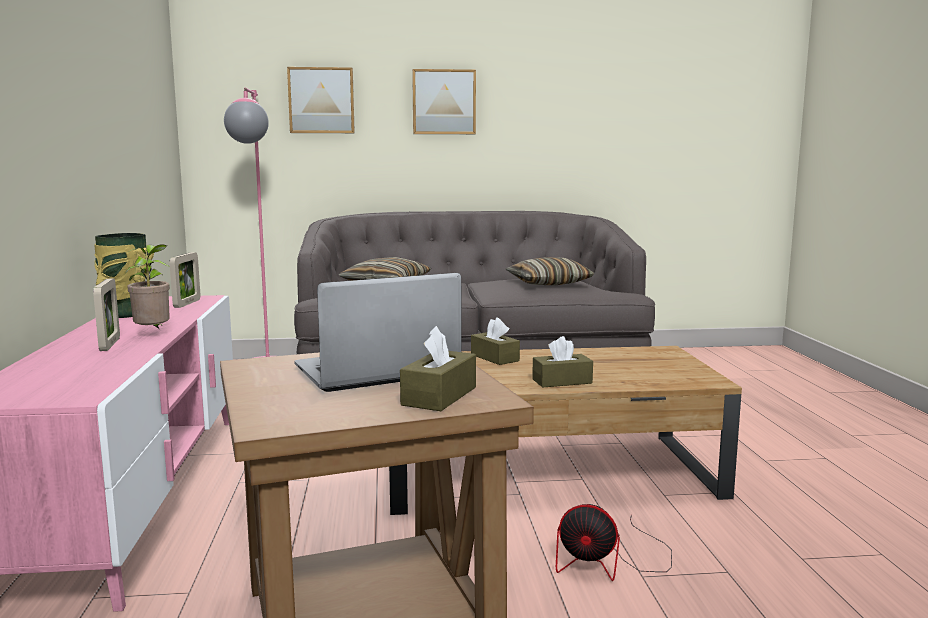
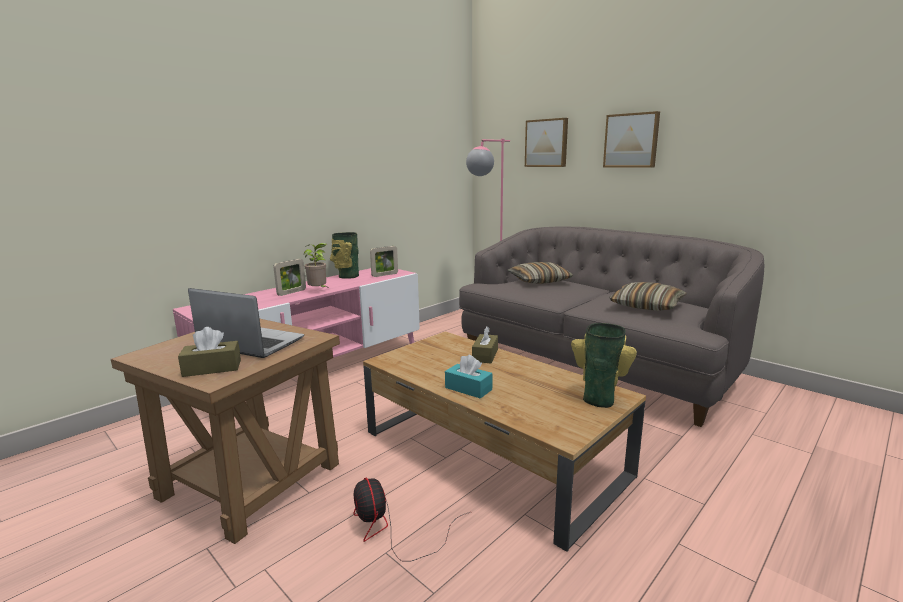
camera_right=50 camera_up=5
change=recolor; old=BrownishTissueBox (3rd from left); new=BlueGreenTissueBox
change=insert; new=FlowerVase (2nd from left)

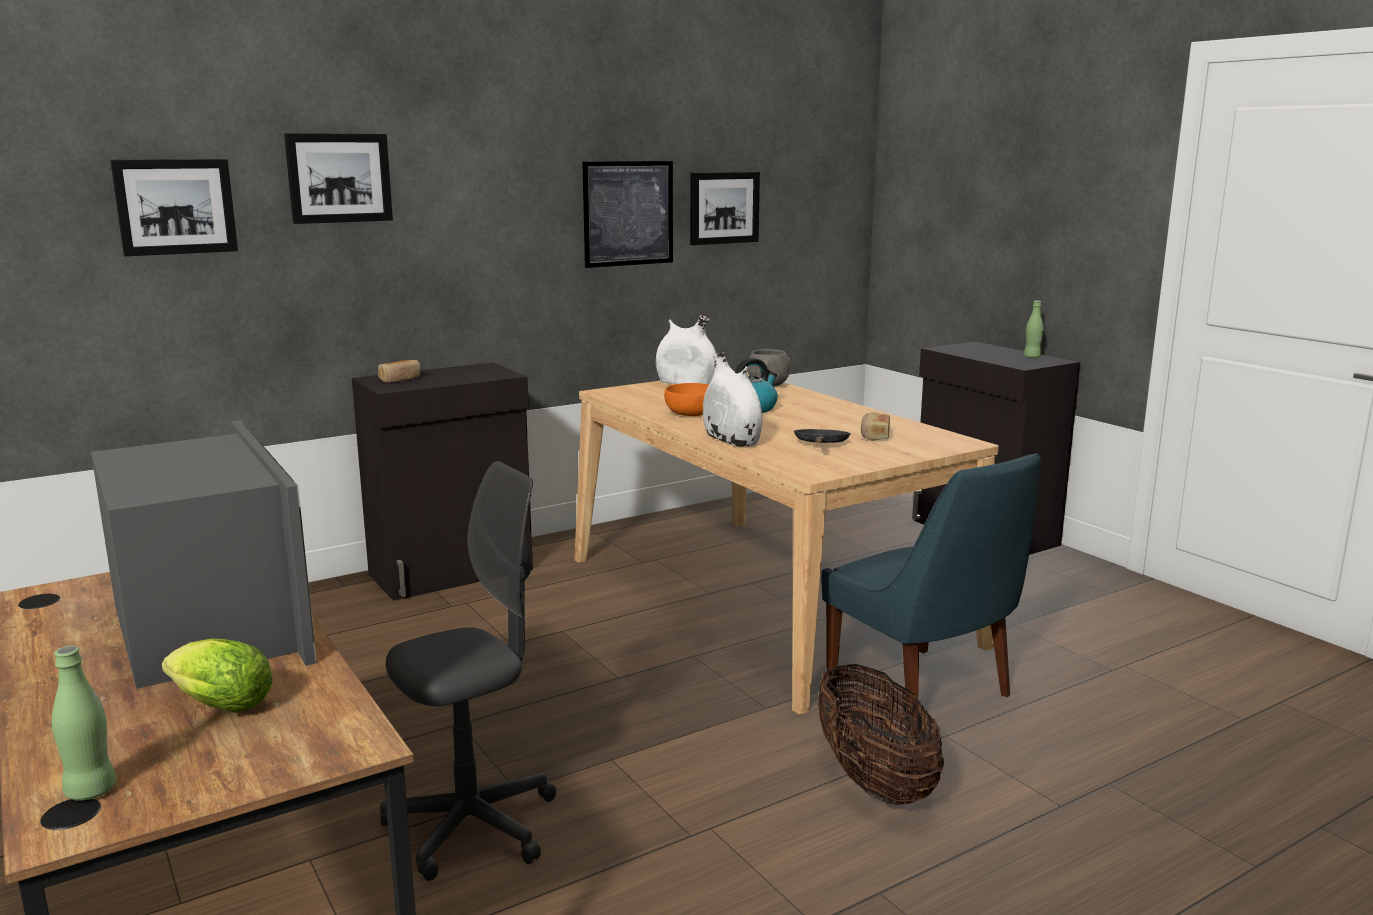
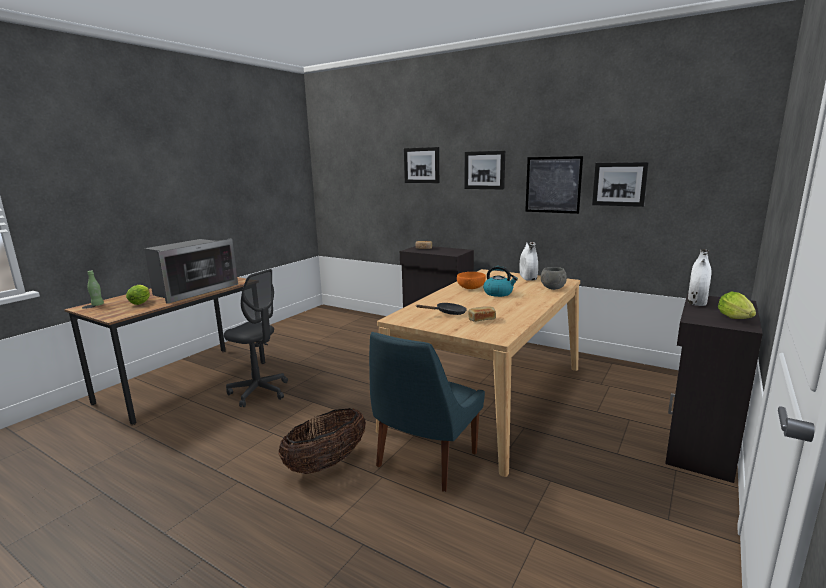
camera_right=65 camera_up=0
change=move; old=WallArt (1st from left in the first image); new=WallArt (2nd from left)
change=move; old=WhiteColouredFlowerVase (2nd from left)
change=replace; old=GreenColouredDrinkBottle (2nd from left); new=HeadOfLettuce (2nd from left)

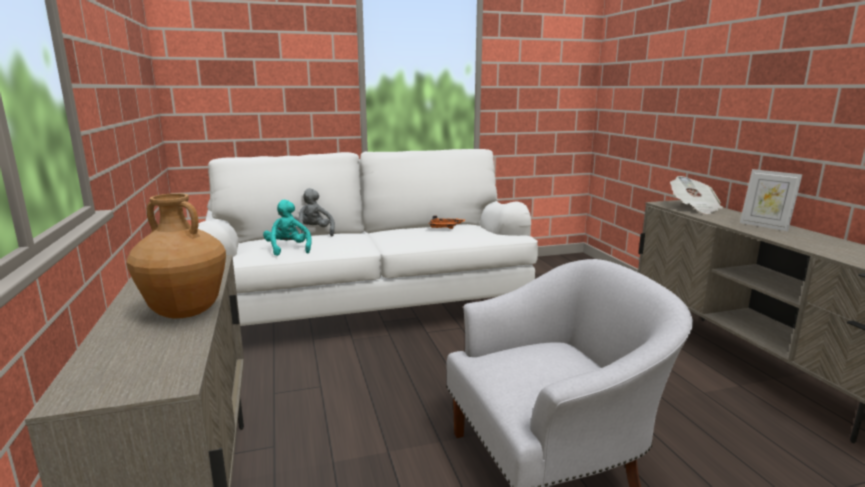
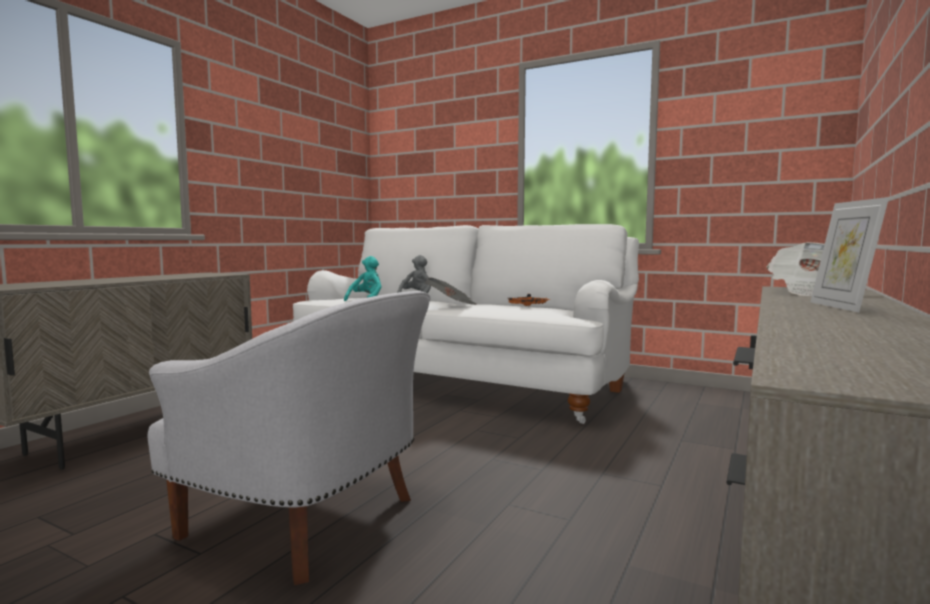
camera_right=45 camera_up=-10
change=delete; old=BrownishFlowerVase
change=insert; new=PrintedPaper (1st from left)

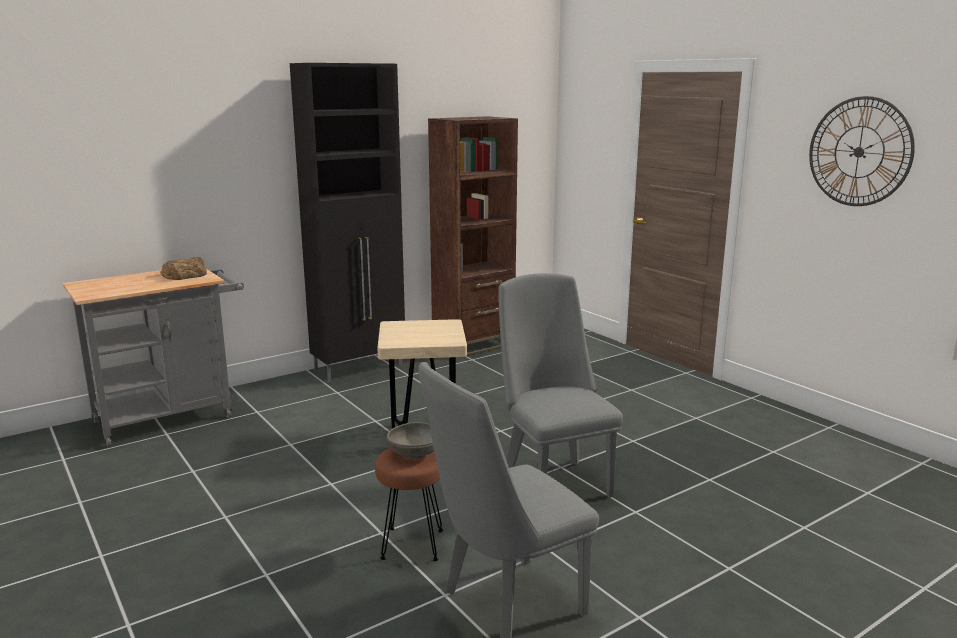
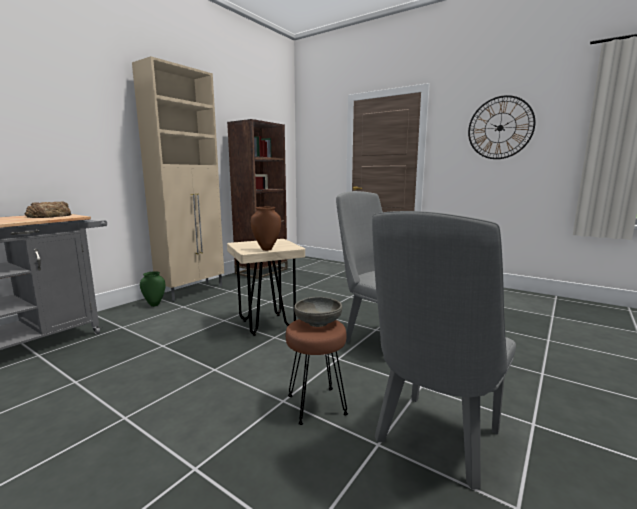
camera_right=-20 camera_up=-5
change=recolor; old=BlackStorageCabinet; new=SandColouredStorageCabinet
change=insert; new=GreenColouredFlowerVase
change=insert; new=BrownishFlowerVase

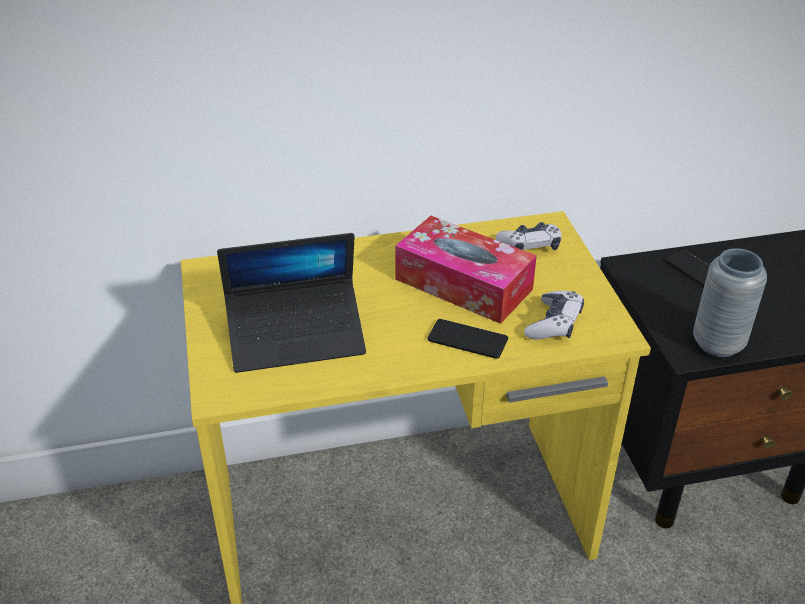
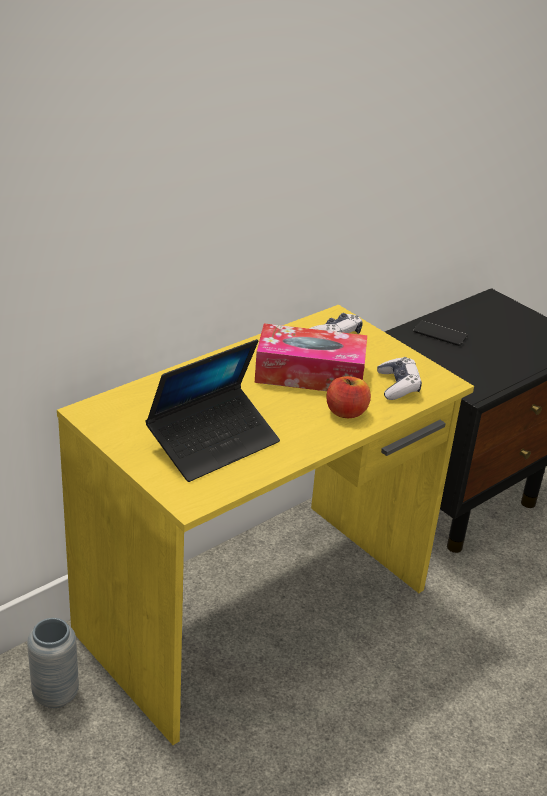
camera_right=-30 camera_up=-5
change=replace; old=Phone (1st from left); new=AppleFruit
change=move; old=GreyishFlowerVase

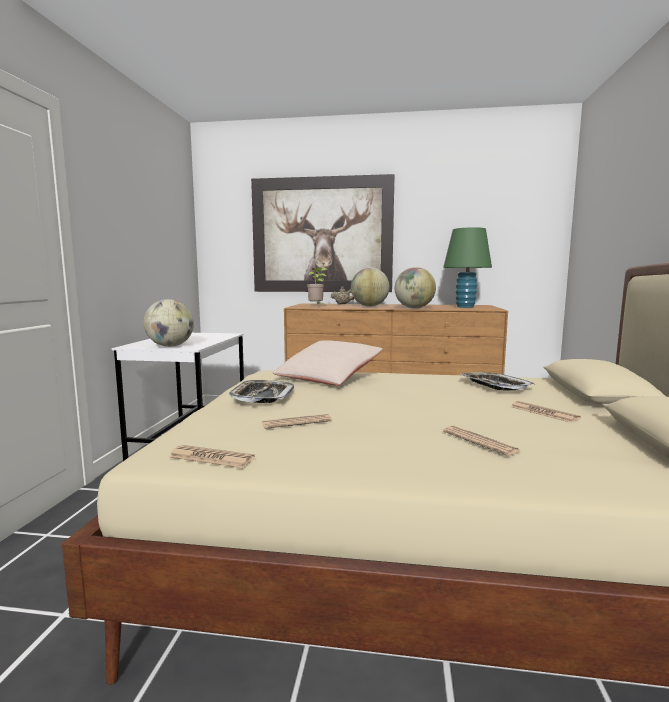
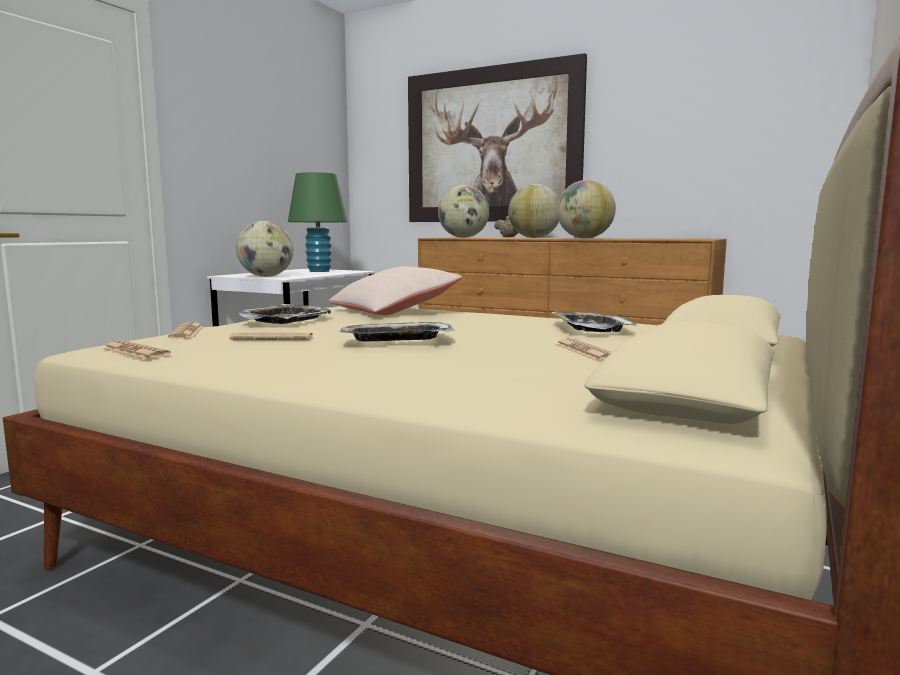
camera_right=20 camera_up=0
change=replace; old=PottedPlant; new=WorldGlobe (2nd from left)
change=move; old=GreenColouredTableLamp
change=move; old=PrintedPaper (3rd from left in the first image); new=PrintedPaper (2nd from left)
change=insert; new=ServingTray (2nd from left)

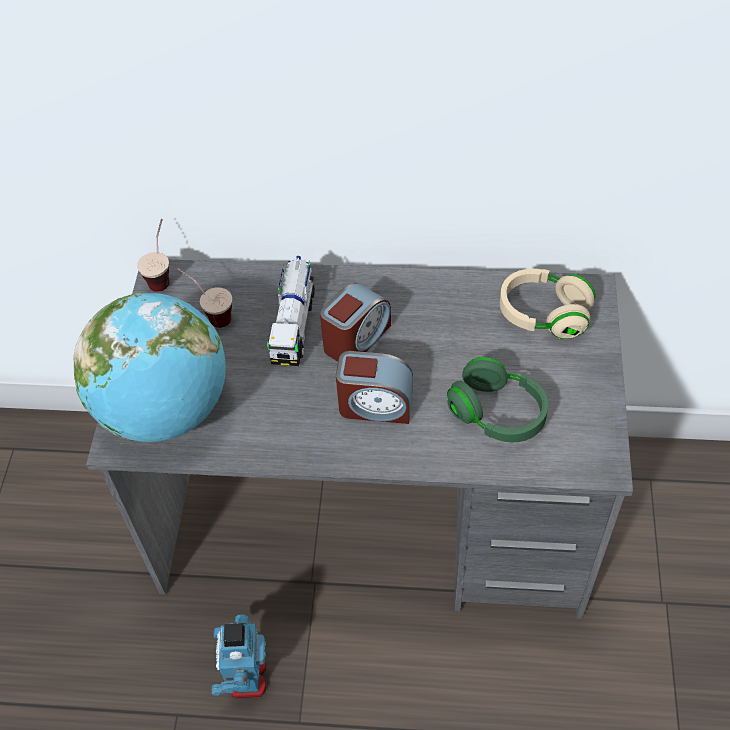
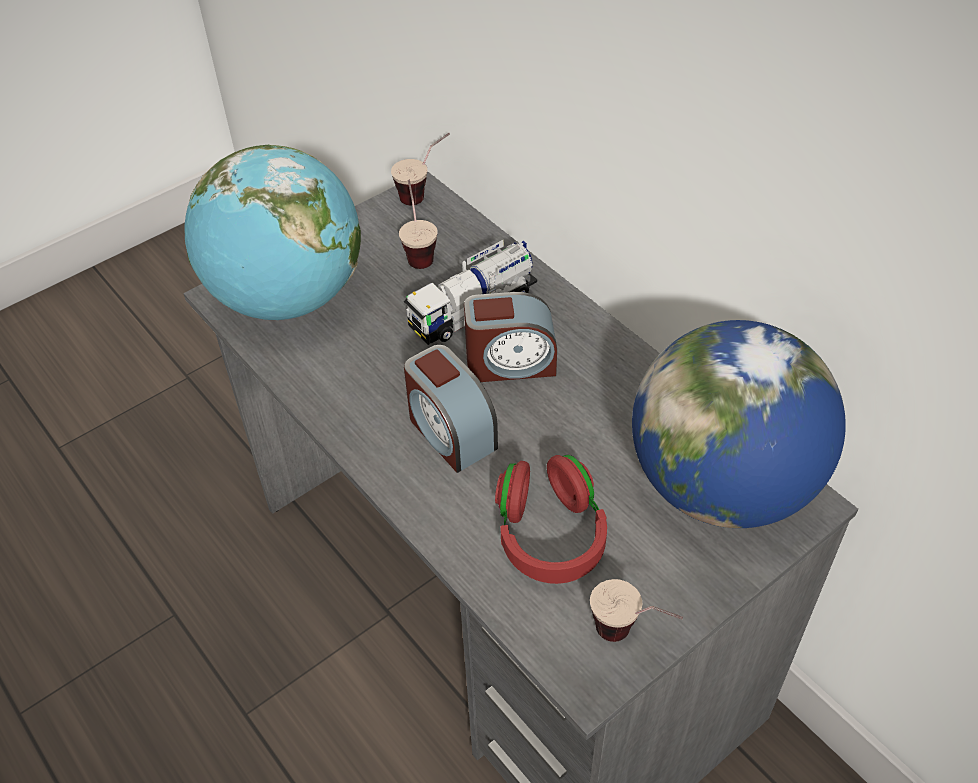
camera_right=45 camera_up=-5
change=delete; old=ModelRobot
change=recolor; old=GreenColouredHeadset; new=RedHeadset
change=replace; old=SandColouredHeadset; new=WorldGlobe (2nd from left)
change=insert; new=Cup (3rd from left)

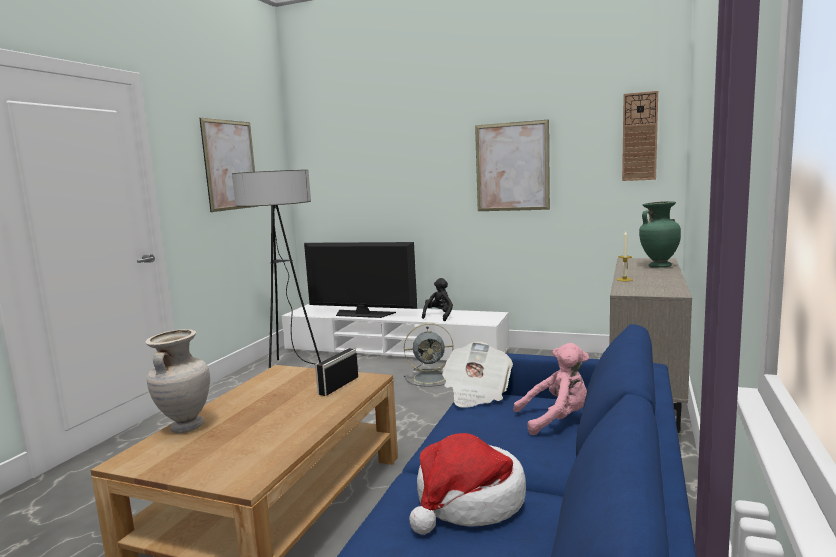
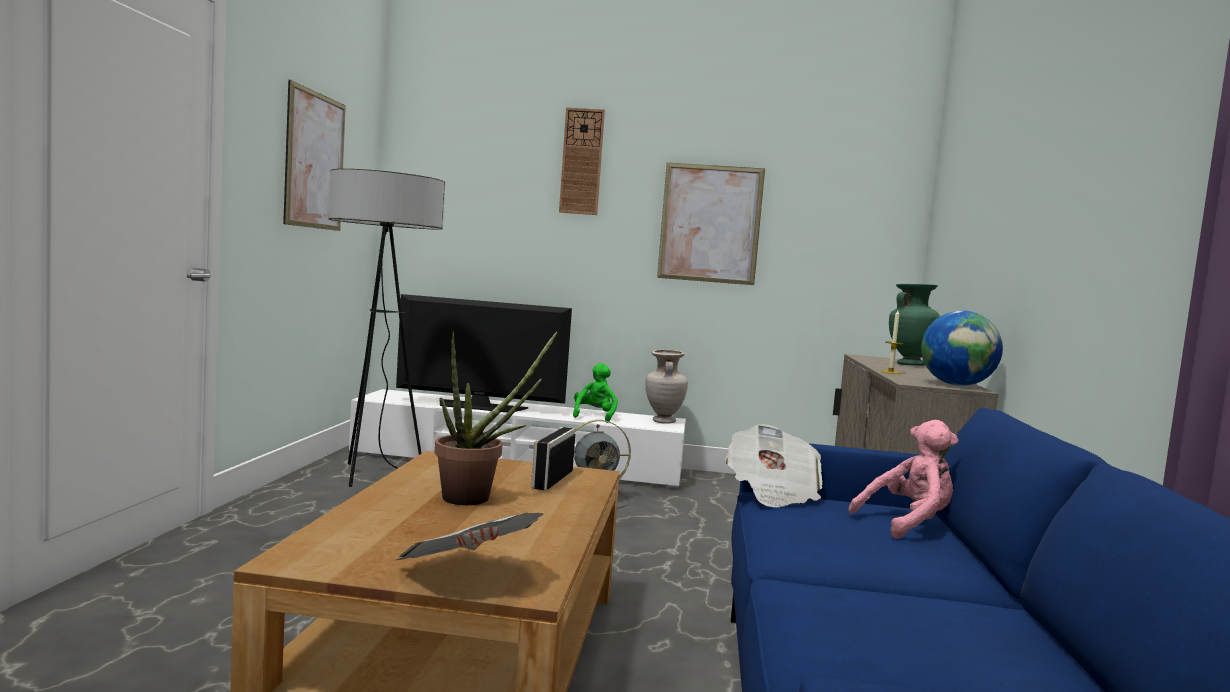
camera_right=-15 camera_up=-5
change=move; old=SandColouredFlowerVase
change=delete; old=WearableHat
change=recolor; old=BlackPlushToy; new=GreenColouredPlushToy
change=move; old=HangingClock
change=insert; new=PrintedPaper (1st from left)
change=insert; new=PottedPlant
change=insert; new=WorldGlobe

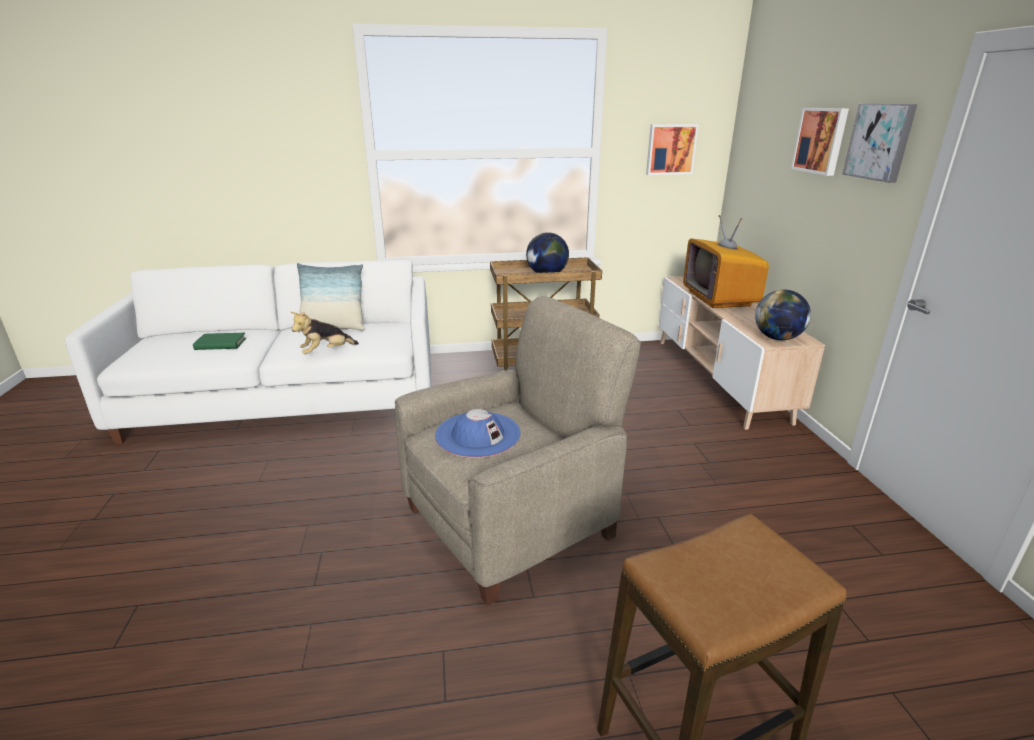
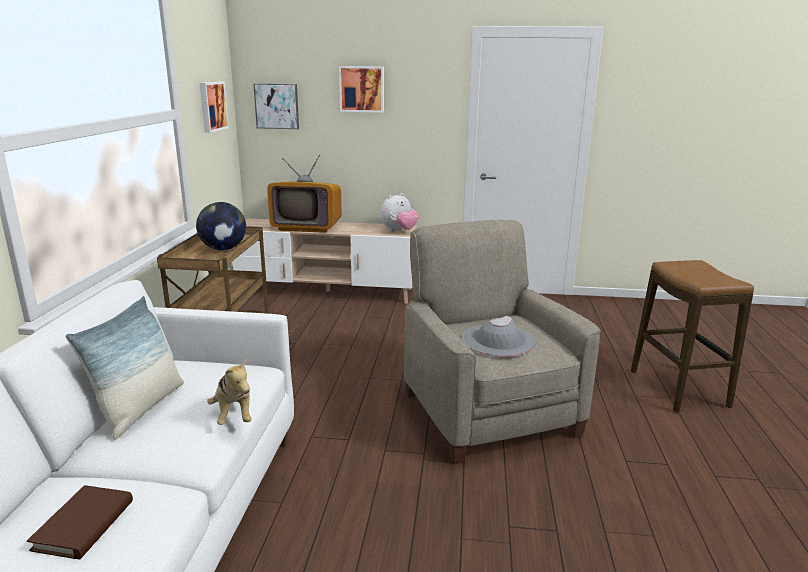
camera_right=-75 camera_up=-5
change=recolor; old=GreenColouredVolume; new=BrownishVolume
change=recolor; old=BlueColouredWearableHat; new=GreyishWearableHat
change=replace; old=WorldGlobe (2nd from left); new=PlushToy (2nd from left)
change=move; old=WallArt (3rd from left in the first image); new=WallArt (2nd from left)

